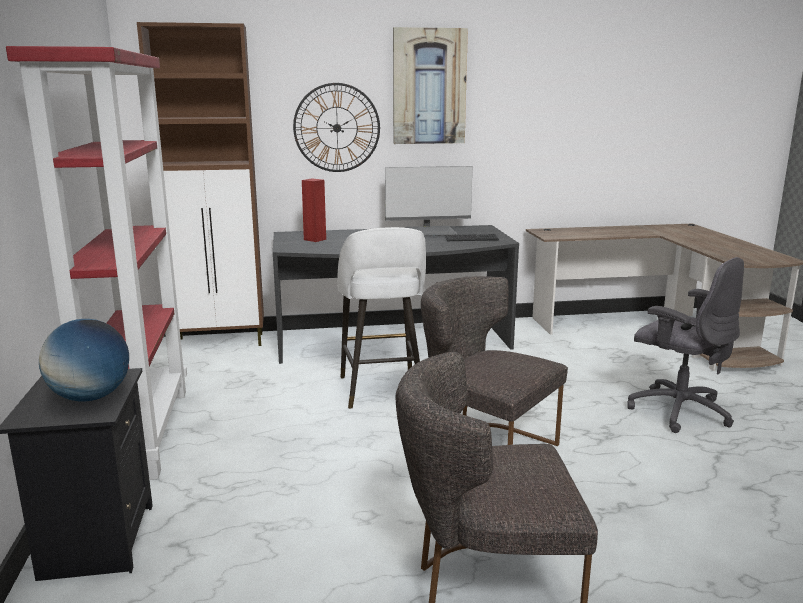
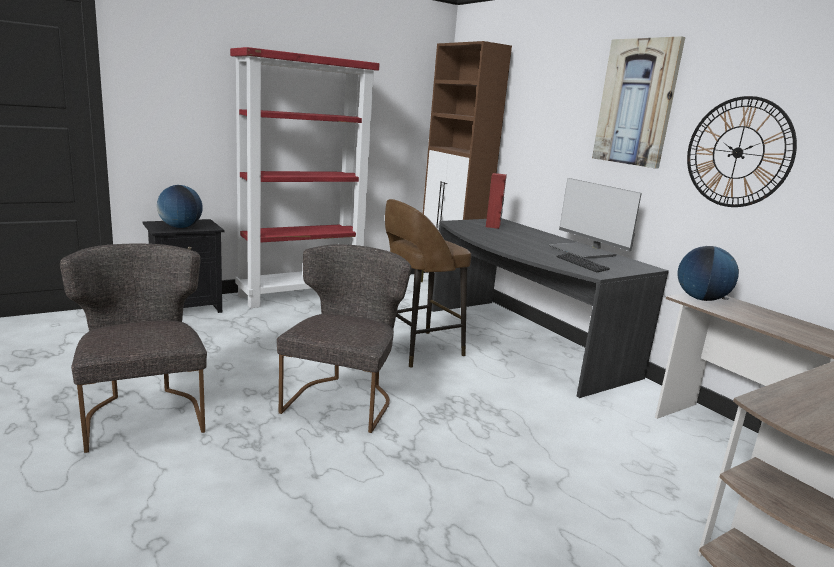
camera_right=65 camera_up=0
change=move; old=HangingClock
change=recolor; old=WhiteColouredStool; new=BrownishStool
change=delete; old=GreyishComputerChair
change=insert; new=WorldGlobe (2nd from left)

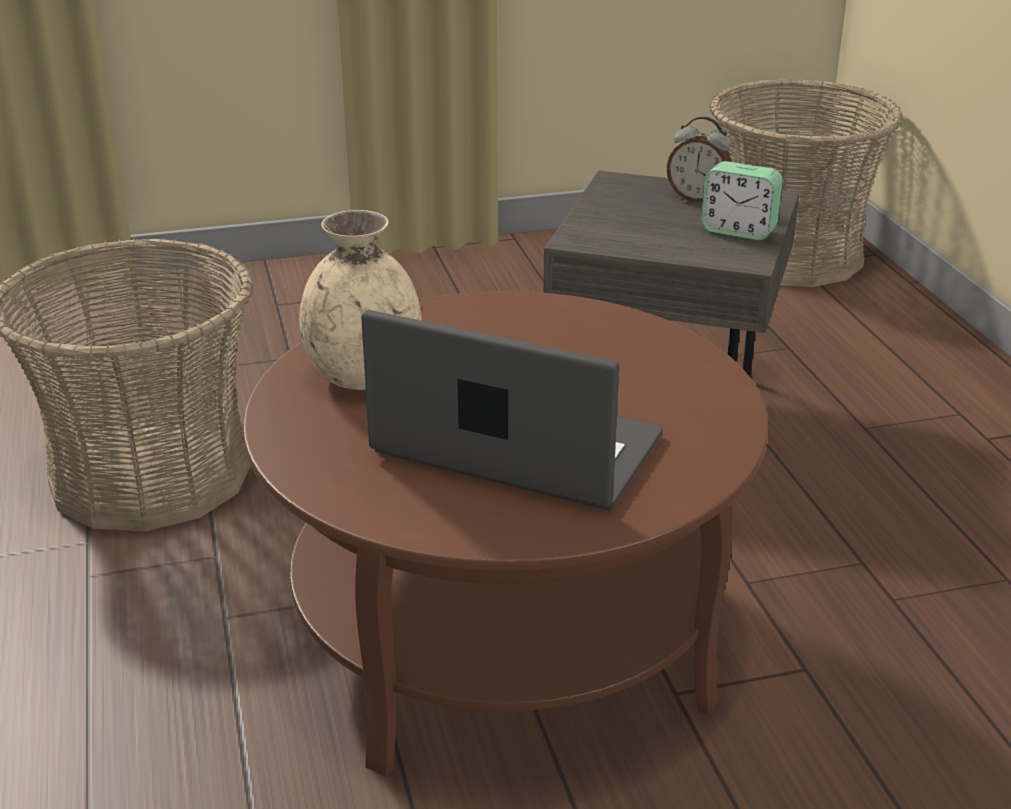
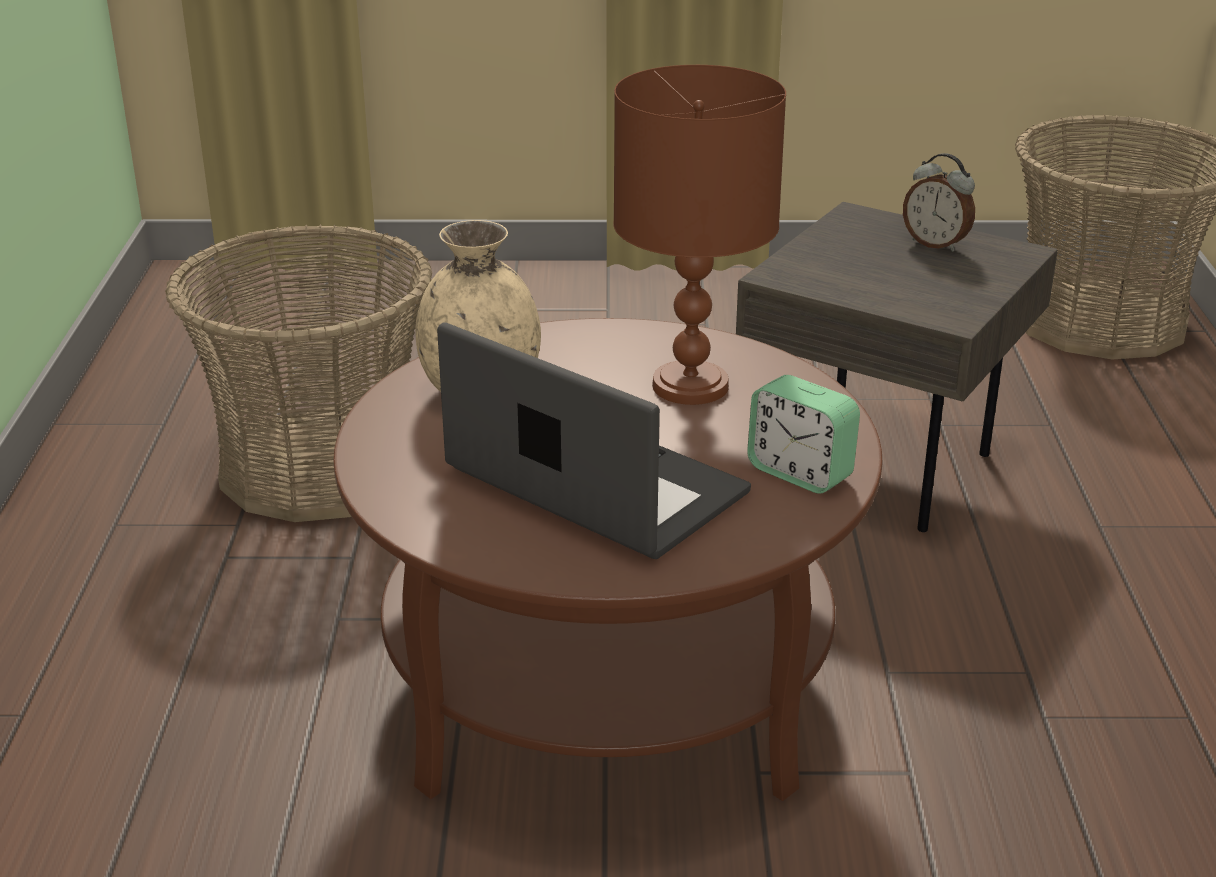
camera_right=15 camera_up=0
change=move; old=AlarmClock (2nd from left in the first image); new=AlarmClock (1st from left)
change=insert; new=BrownishTableLamp

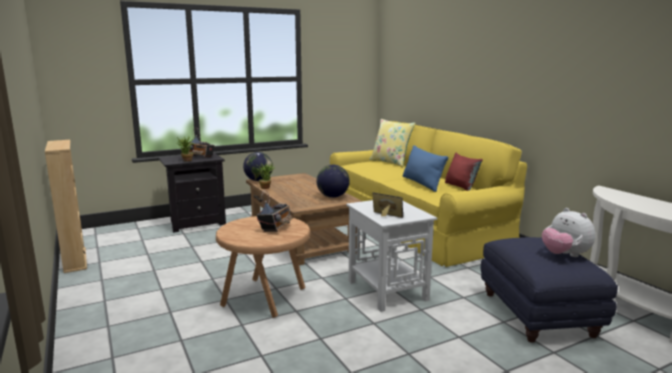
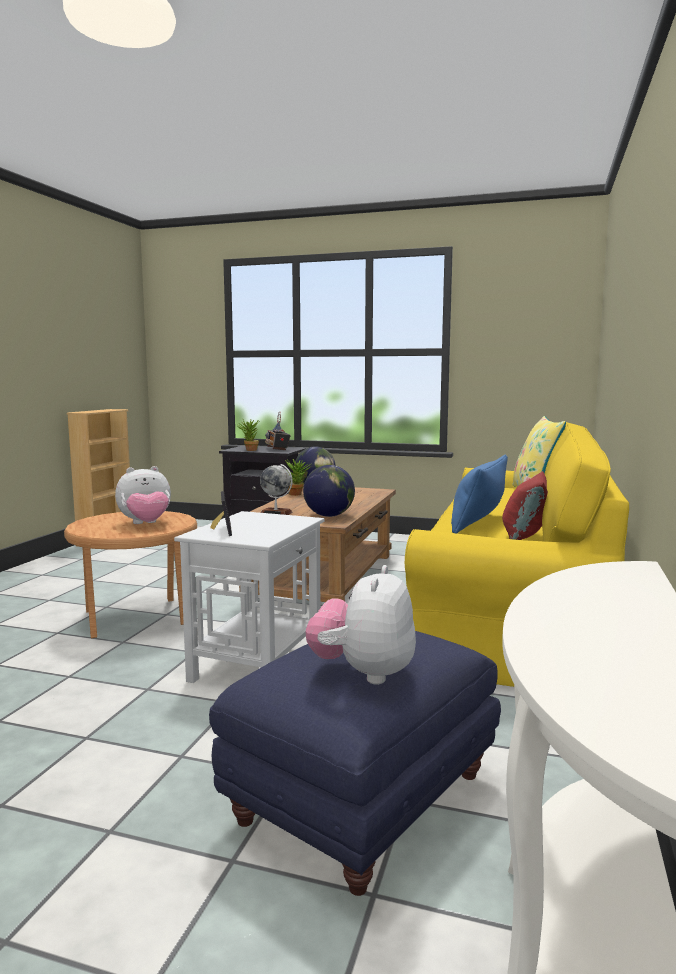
camera_right=45 camera_up=-5
change=replace; old=Radio (2nd from left); new=PlushToy (1st from left)
change=insert; new=WorldGlobe (1st from left)

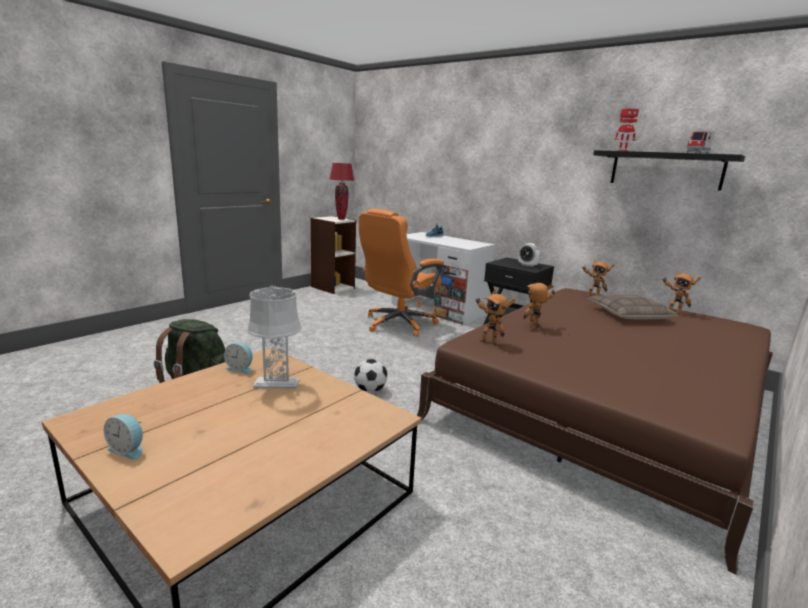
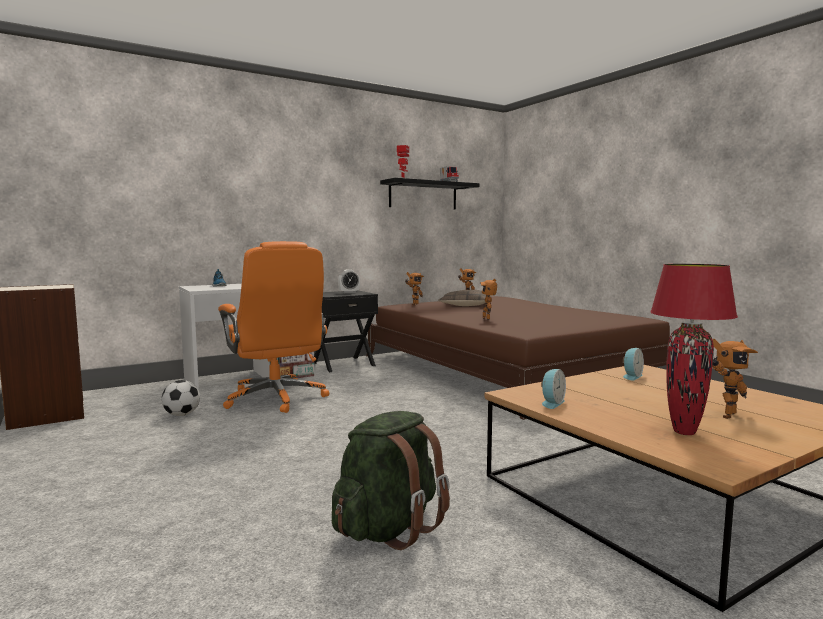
camera_right=-70 camera_up=-10
change=move; old=AlarmClock (1st from left in the first image); new=AlarmClock (3rd from left)
change=delete; old=GreyishTableLamp
change=move; old=RedTableLamp
change=move; old=Football
change=move; old=ModelRobot (1st from left in the first image); new=ModelRobot (5th from left)

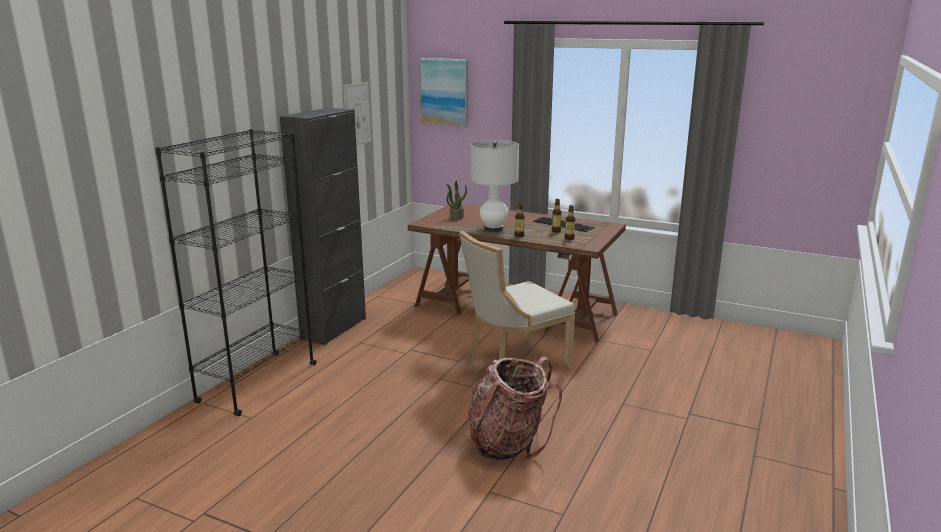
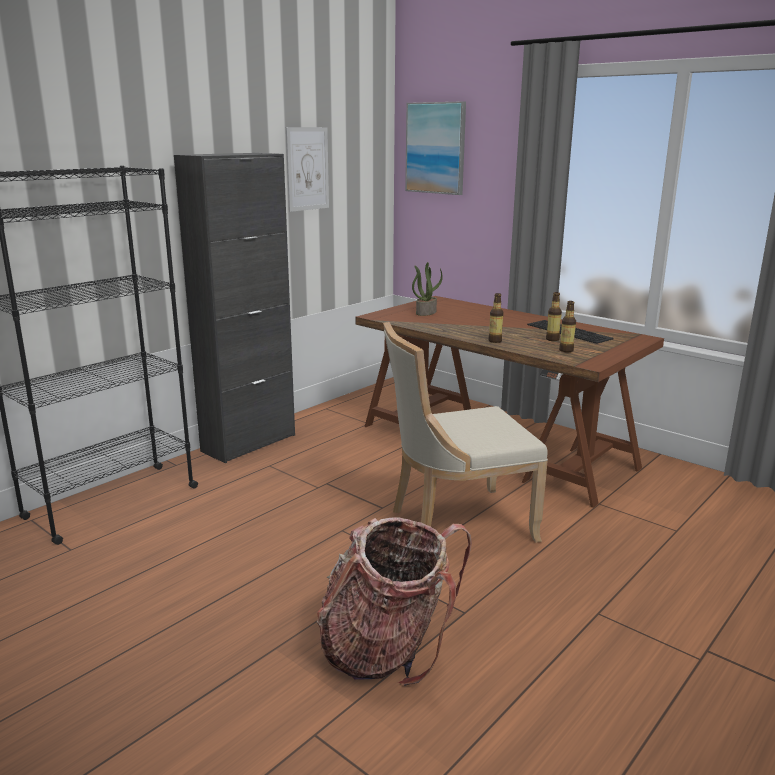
camera_right=15 camera_up=0
change=delete; old=WhiteColouredTableLamp

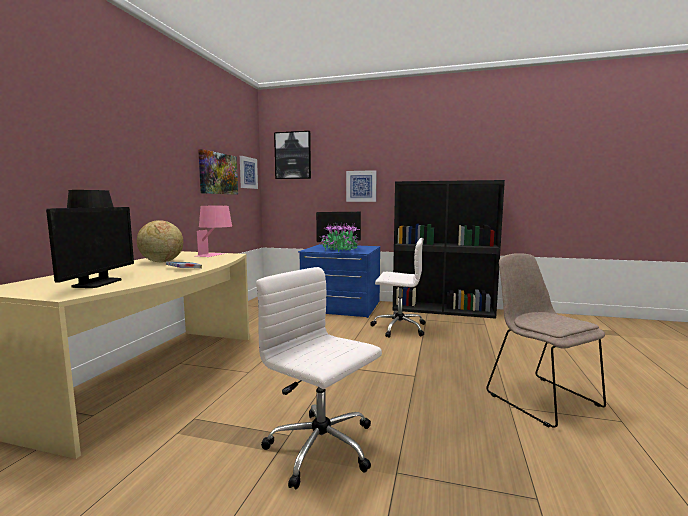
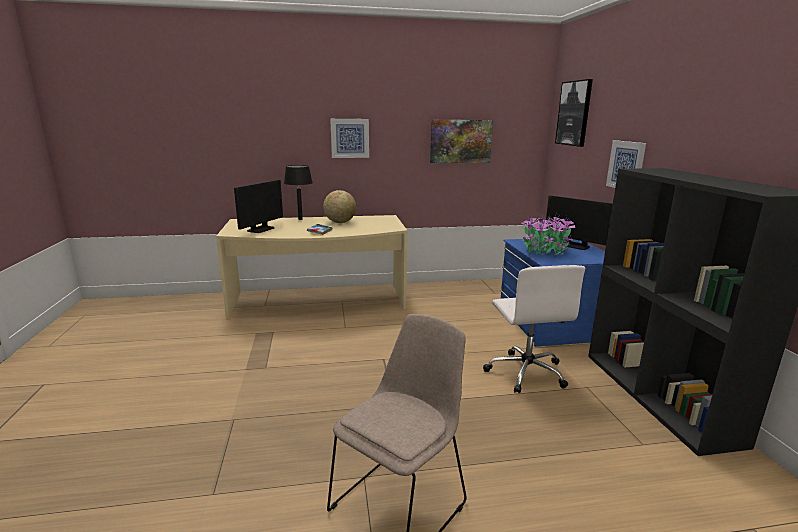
camera_right=65 camera_up=10
change=rotate; old=ComputerScreen (1st from left); degrees=-45
change=delete; old=PinkishTableLamp
change=move; old=WallArt (2nd from left in the first image); new=WallArt (1st from left)
change=delete; old=WhiteColouredComputerChair (1st from left)

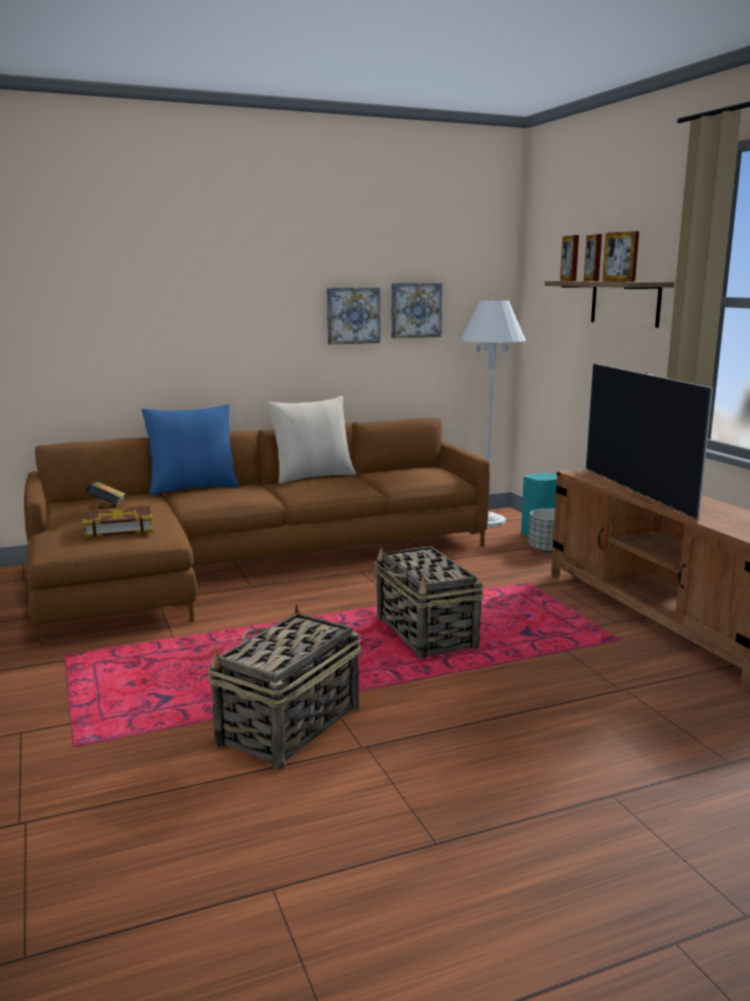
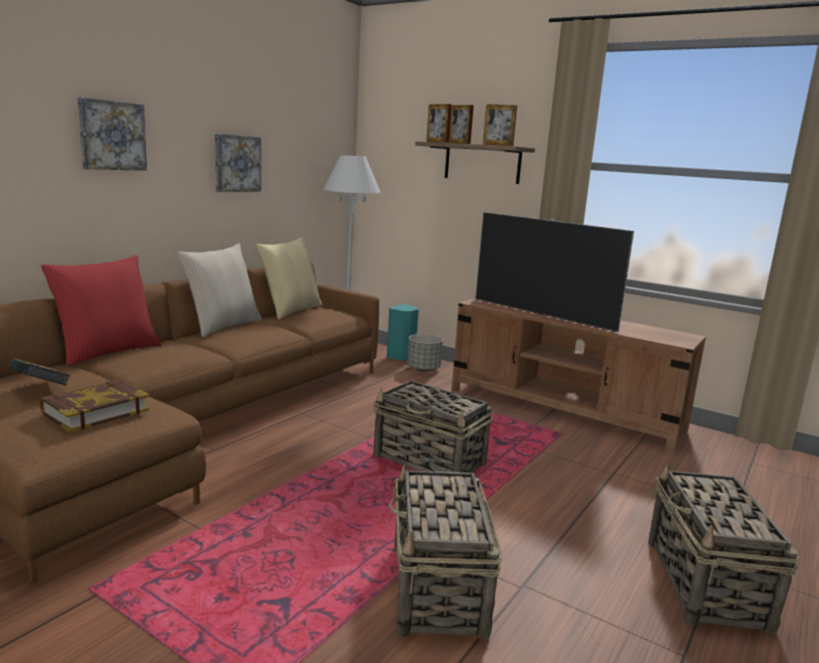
camera_right=-35 camera_up=0
change=recolor; old=BlueColouredThrowPillow; new=RedThrowPillow
change=move; old=WallArt (2nd from left in the first image); new=WallArt (1st from left)
change=insert; new=SandColouredThrowPillow (2nd from left)
change=insert; new=HouseholdBasket (3rd from left)

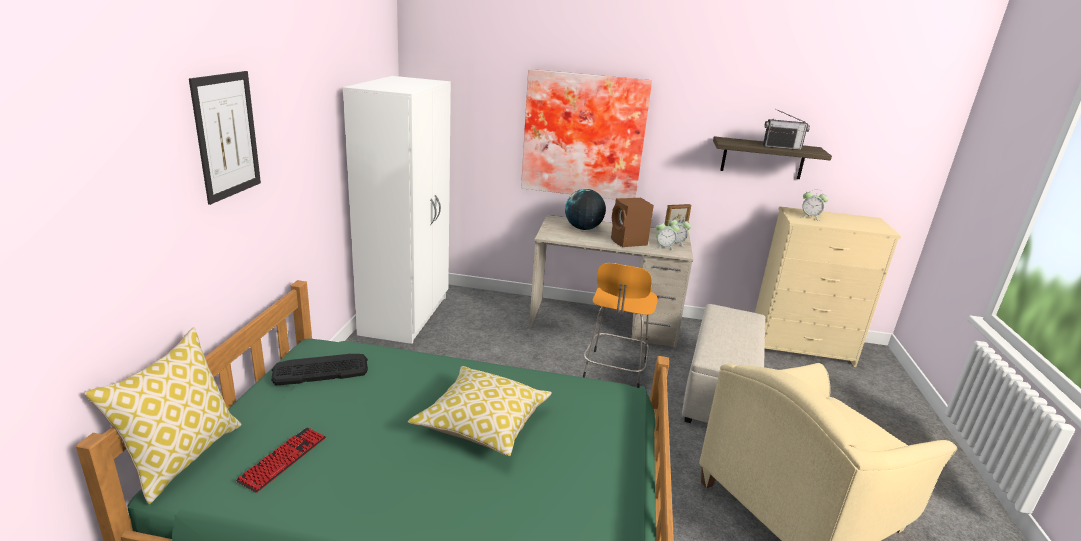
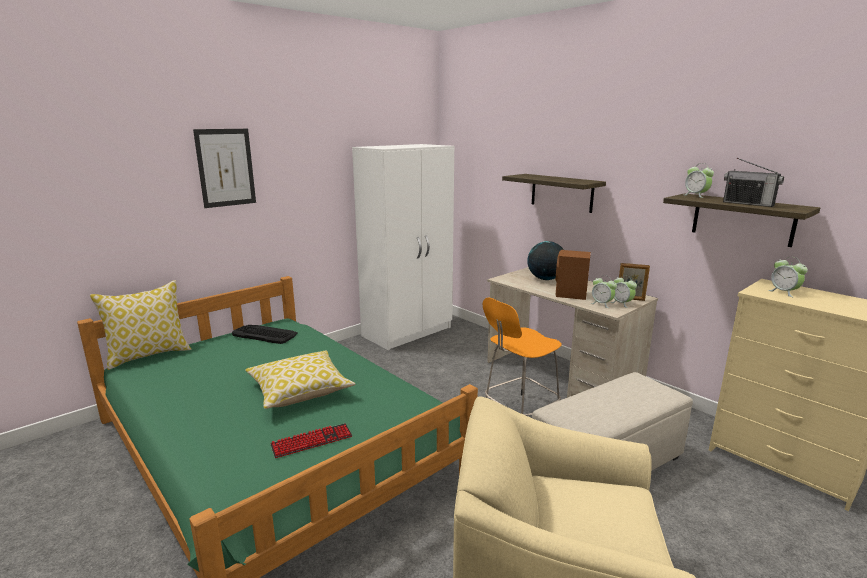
camera_right=40 camera_up=-5
change=move; old=ComputerKeyboard (1st from left in the first image); new=ComputerKeyboard (2nd from left)
change=replace; old=WallArt (2nd from left); new=Shelf (1st from left)
change=insert; new=AlarmClock (3rd from left)

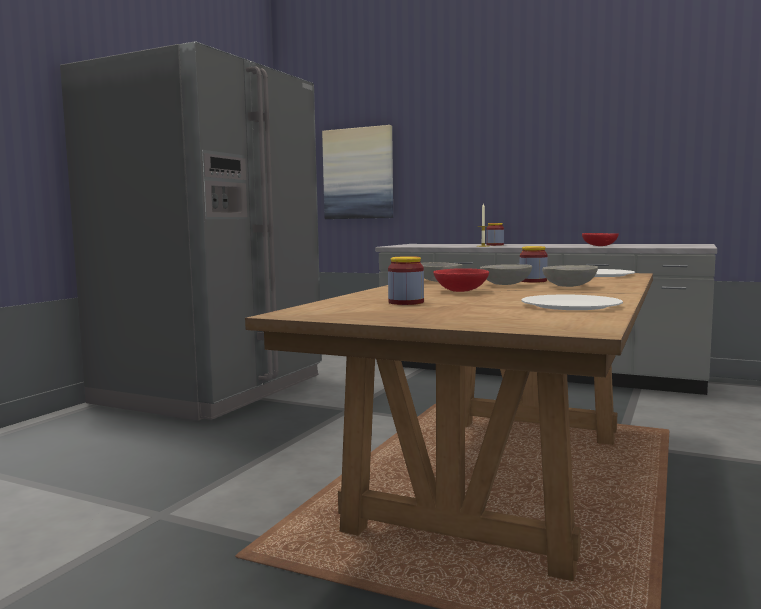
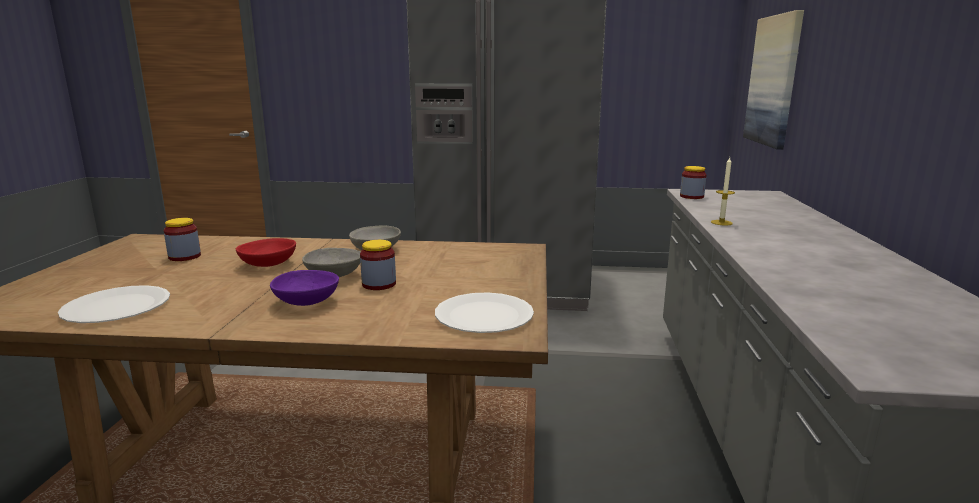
camera_right=70 camera_up=10
change=move; old=StorageJar (2nd from left in the first image); new=StorageJar (3rd from left)
change=recolor; old=GreyishBowl (3rd from left); new=PurplishBowl
change=delete; old=RedBowl (2nd from left)

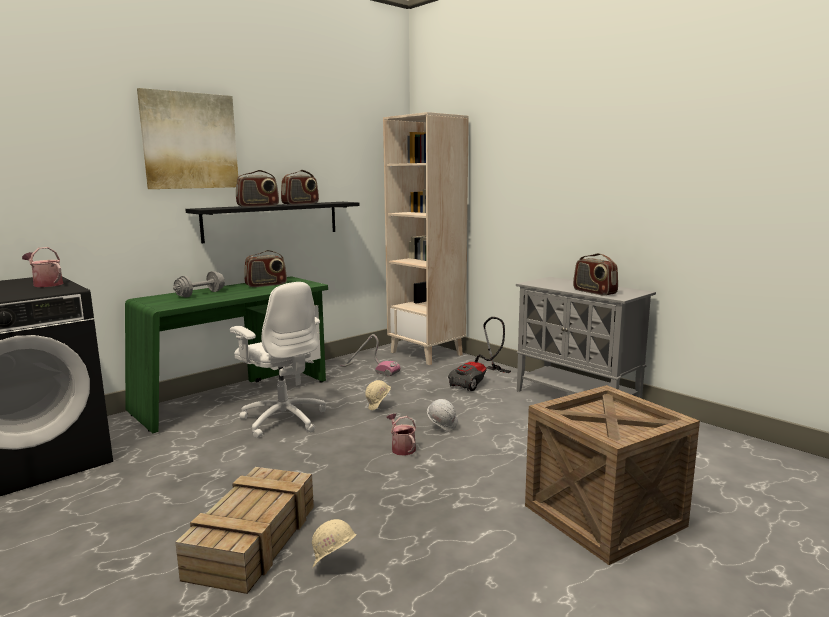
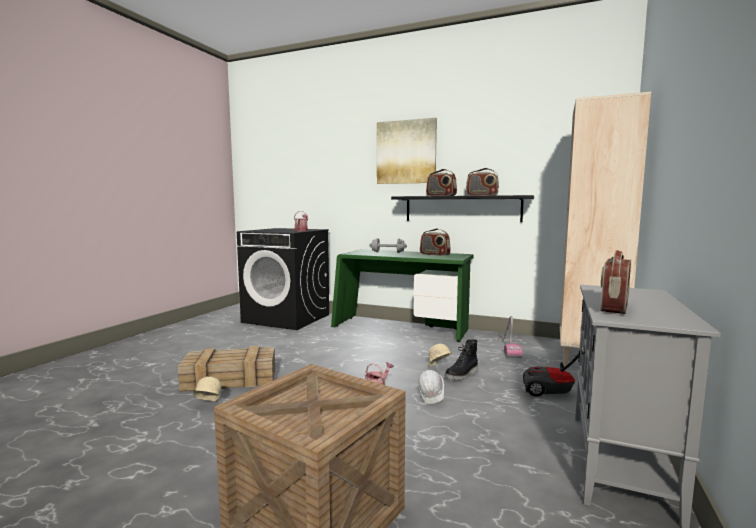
camera_right=65 camera_up=-5
change=delete; old=WhiteColouredComputerChair
change=insert; new=BlackBoot

